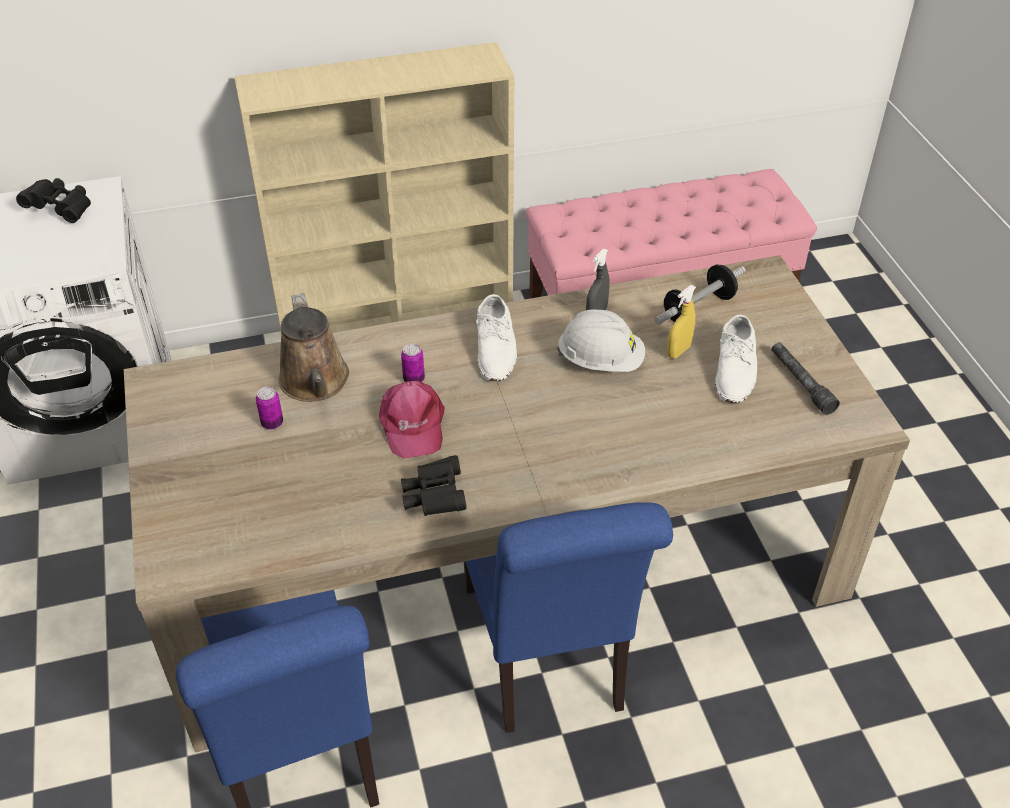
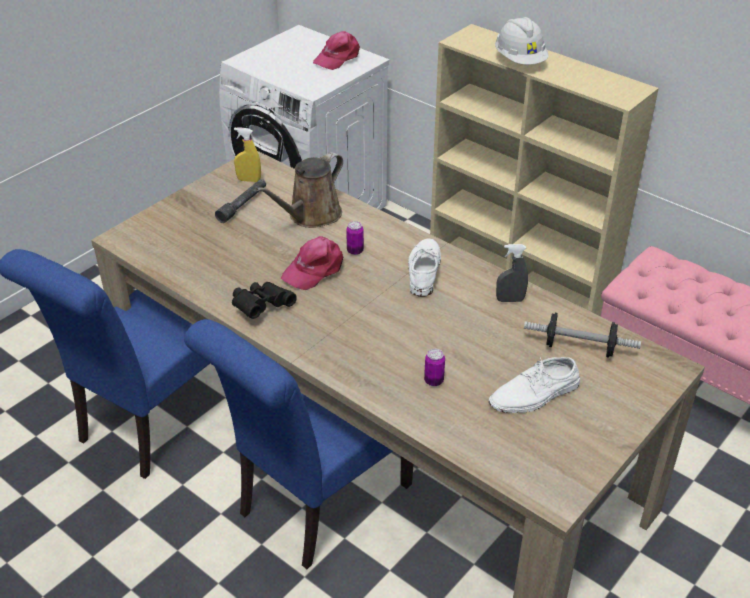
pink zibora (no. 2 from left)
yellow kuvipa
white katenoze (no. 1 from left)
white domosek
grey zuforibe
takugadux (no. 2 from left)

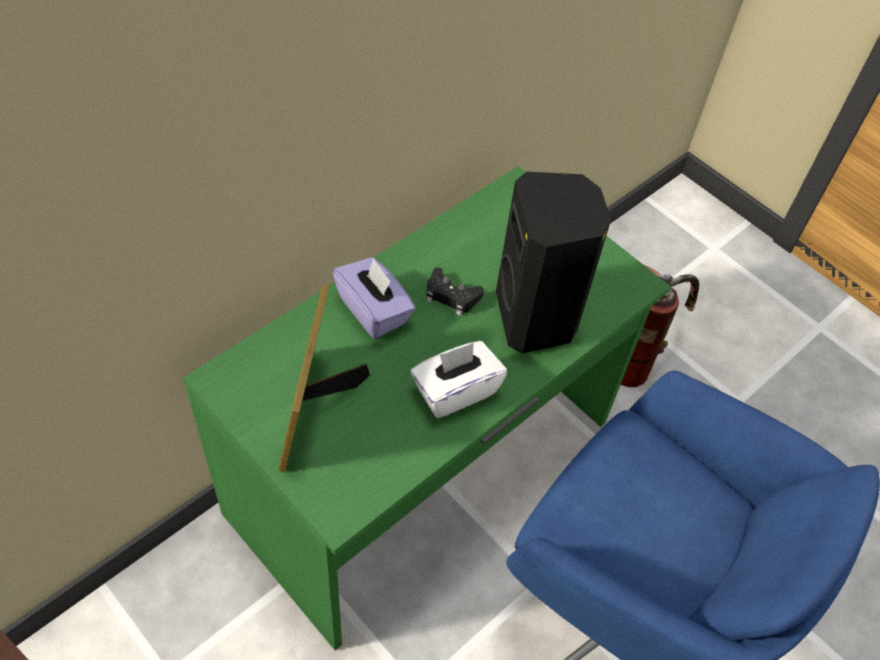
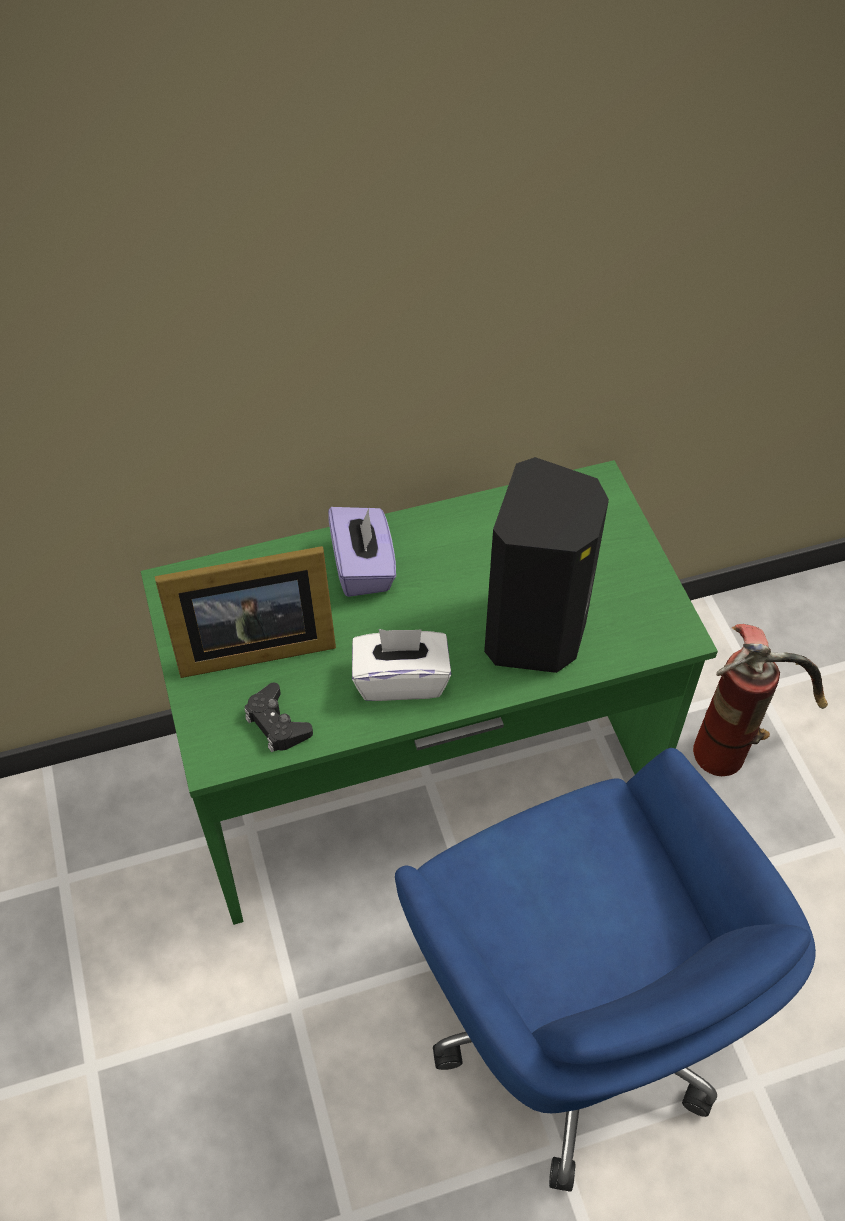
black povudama
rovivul

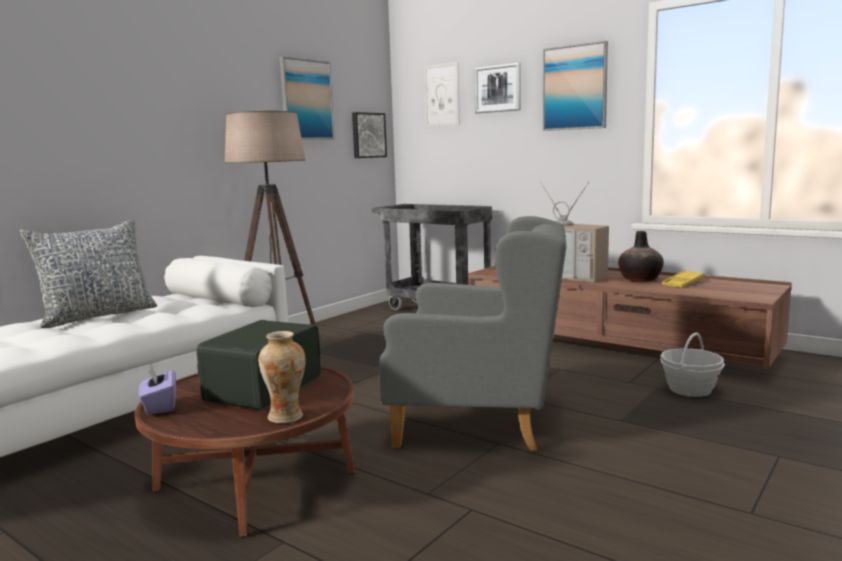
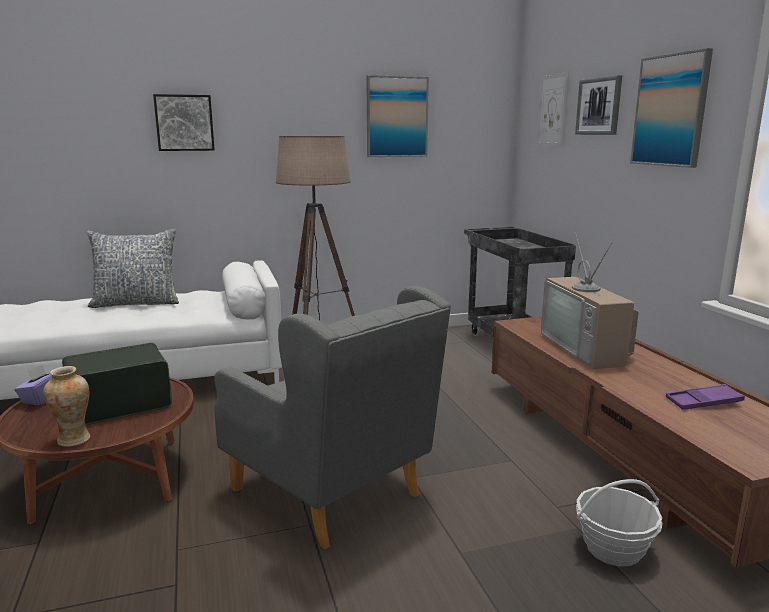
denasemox (no. 1 from left)
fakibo (no. 2 from left in the first image)
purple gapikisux

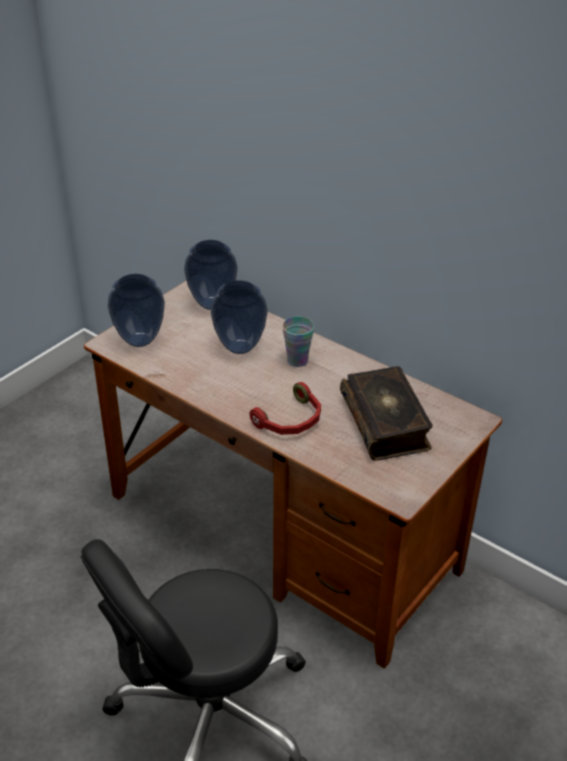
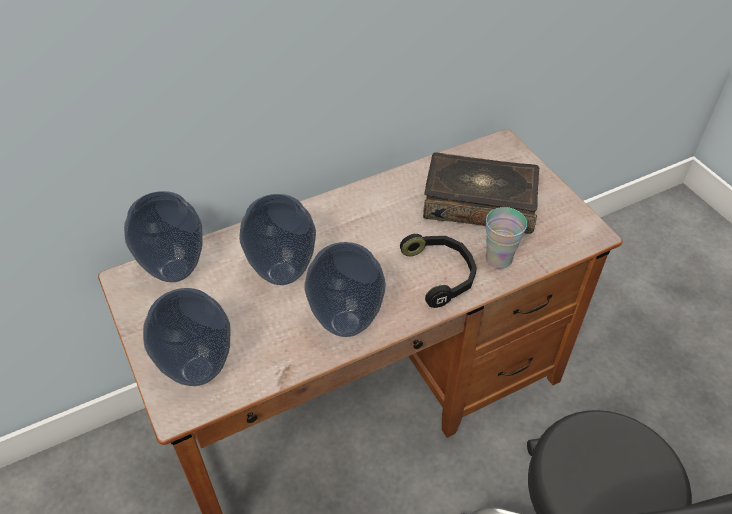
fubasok
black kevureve
fakibo (no. 4 from left)

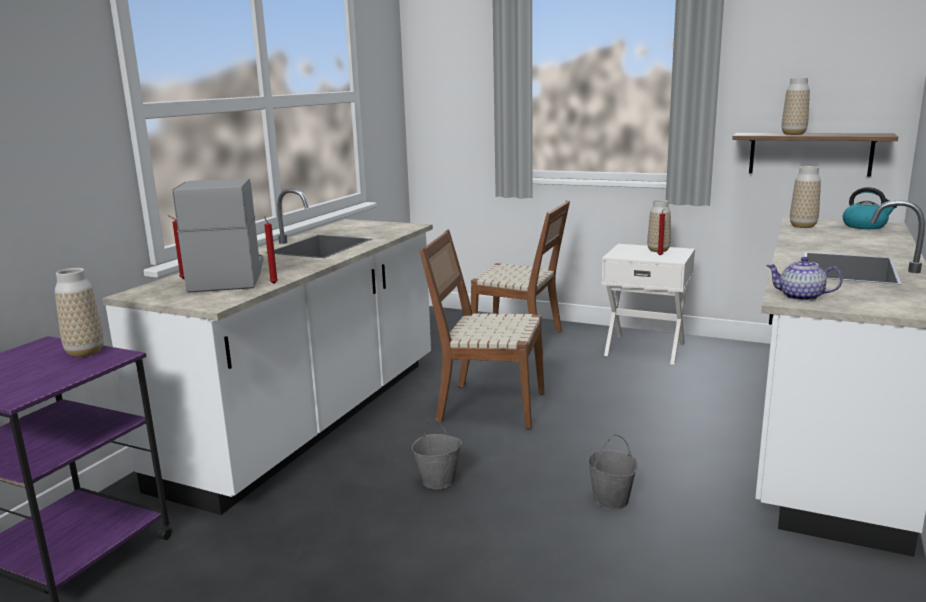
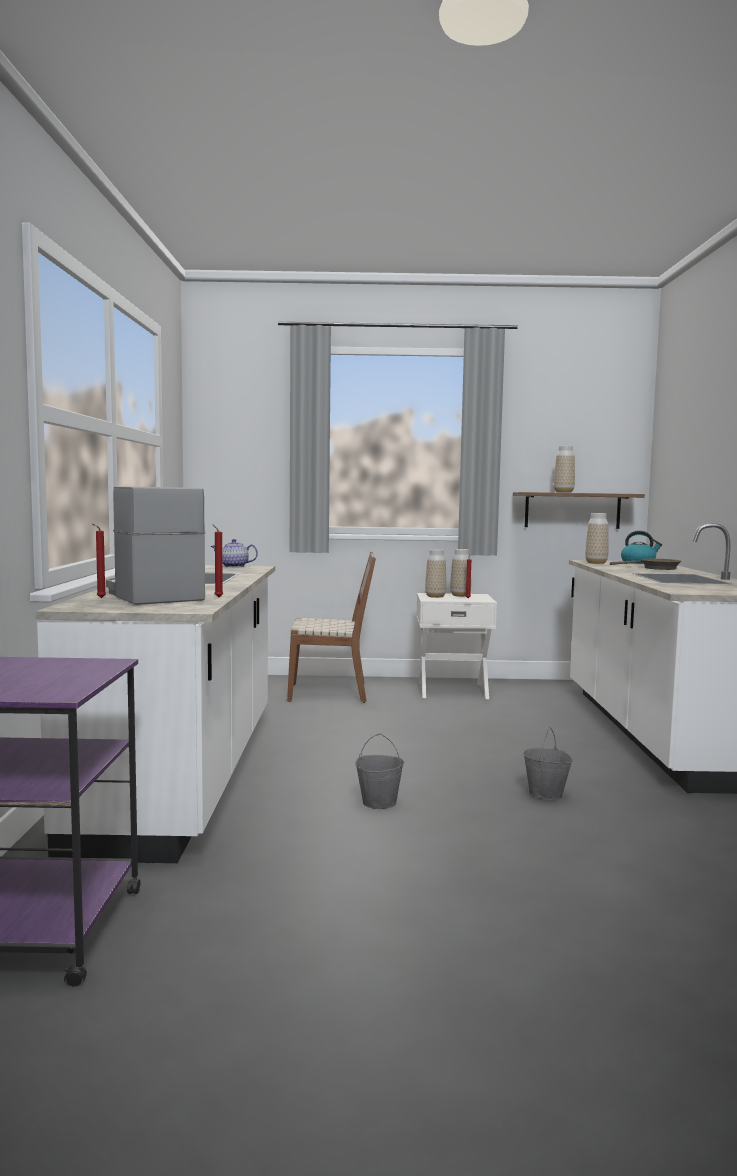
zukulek (no. 1 from left in the first image)
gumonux
fakibo (no. 1 from left)
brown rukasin

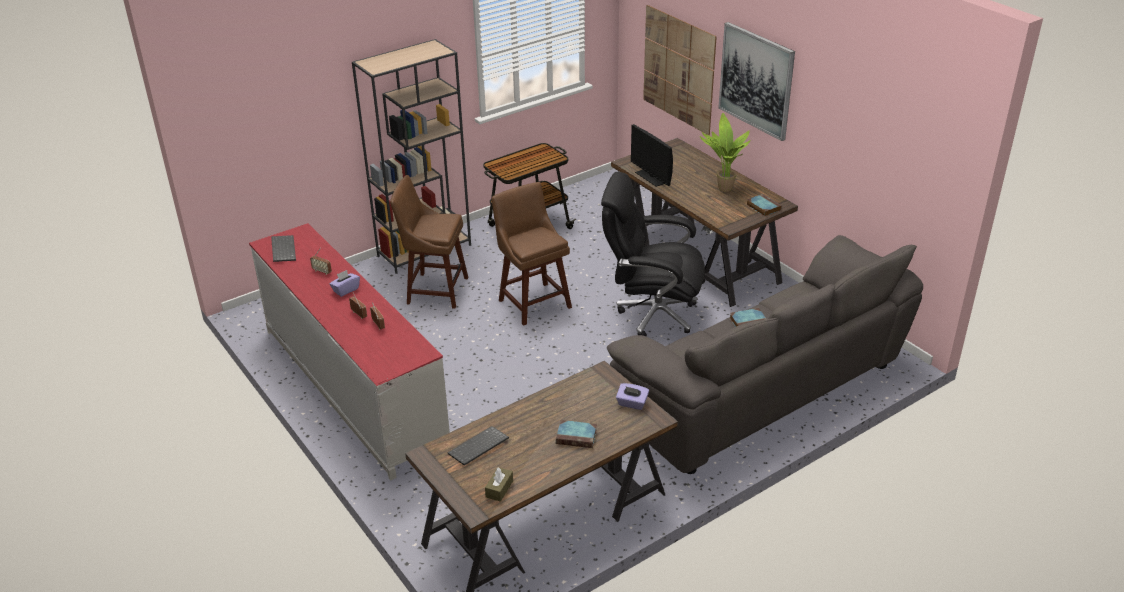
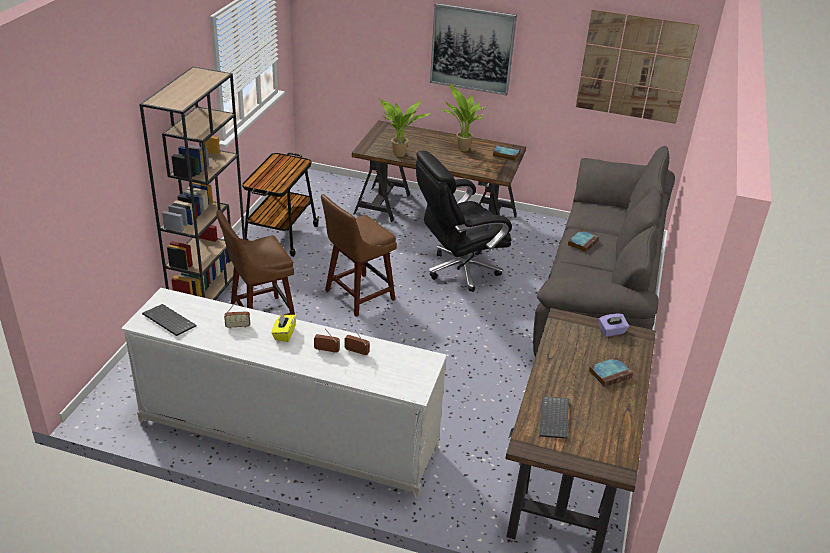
denasemox (no. 2 from left)
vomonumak (no. 1 from left)
brown zukulek (no. 2 from left)
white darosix
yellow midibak
brown midibak

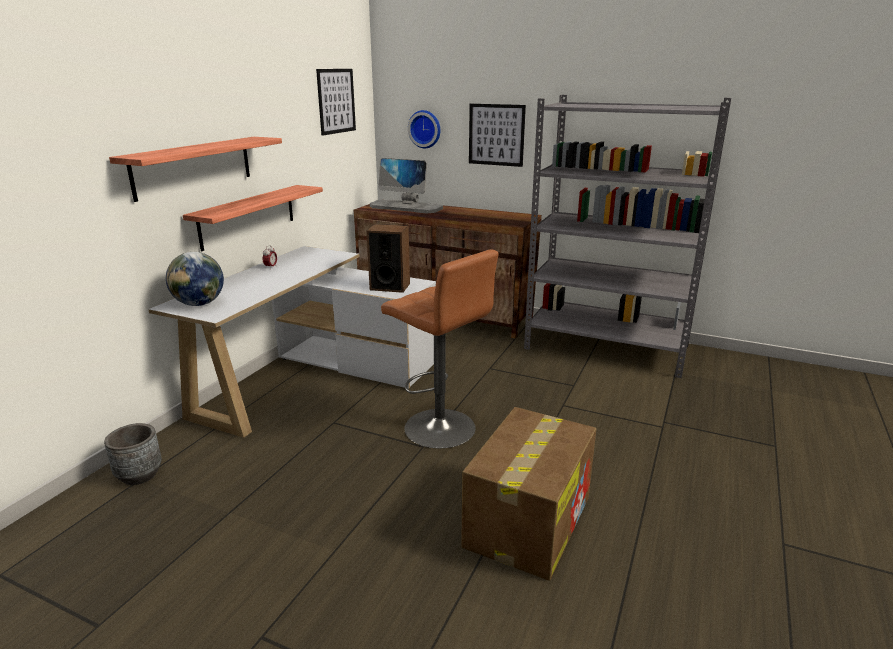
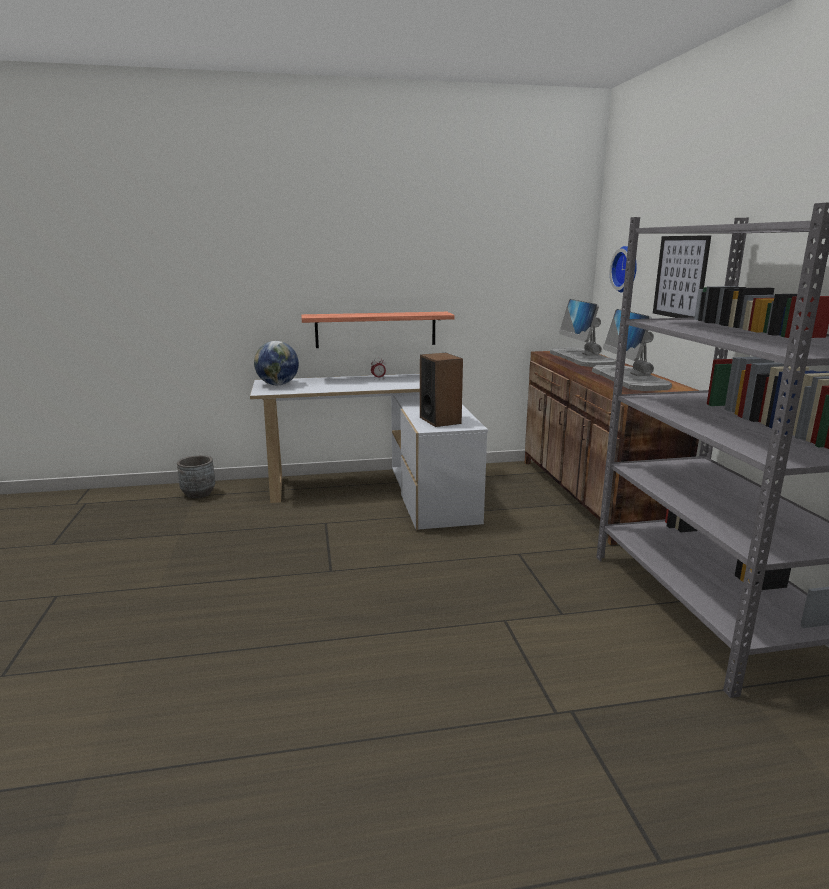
denasemox (no. 1 from left in the first image)
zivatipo (no. 1 from left in the first image)
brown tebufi
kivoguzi
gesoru (no. 2 from left)

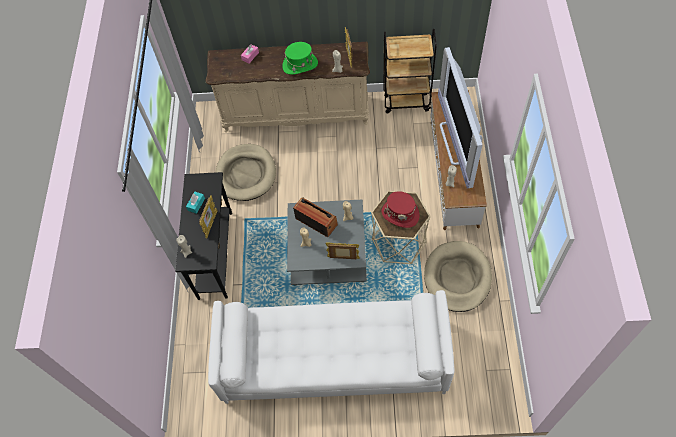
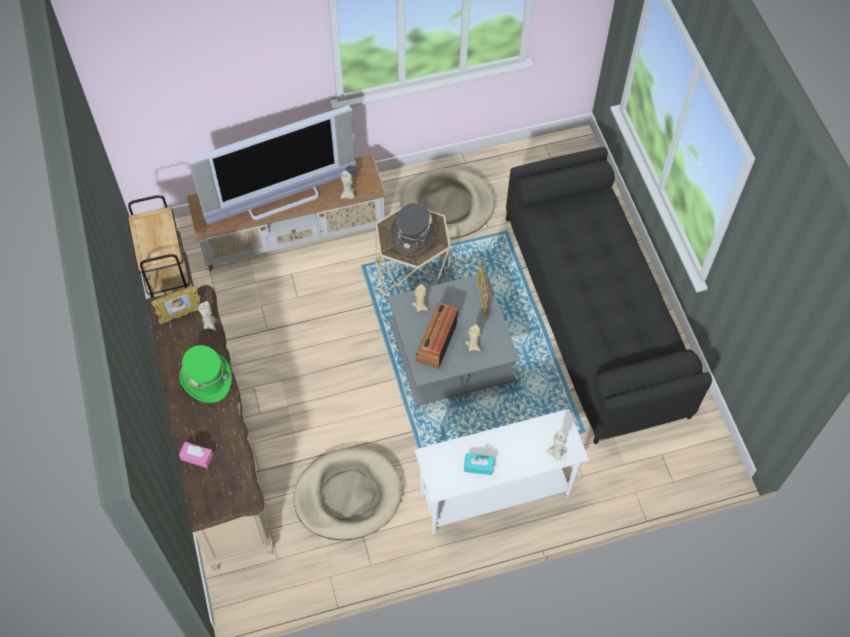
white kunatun
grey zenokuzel
rovivul (no. 1 from left in the first image)
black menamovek

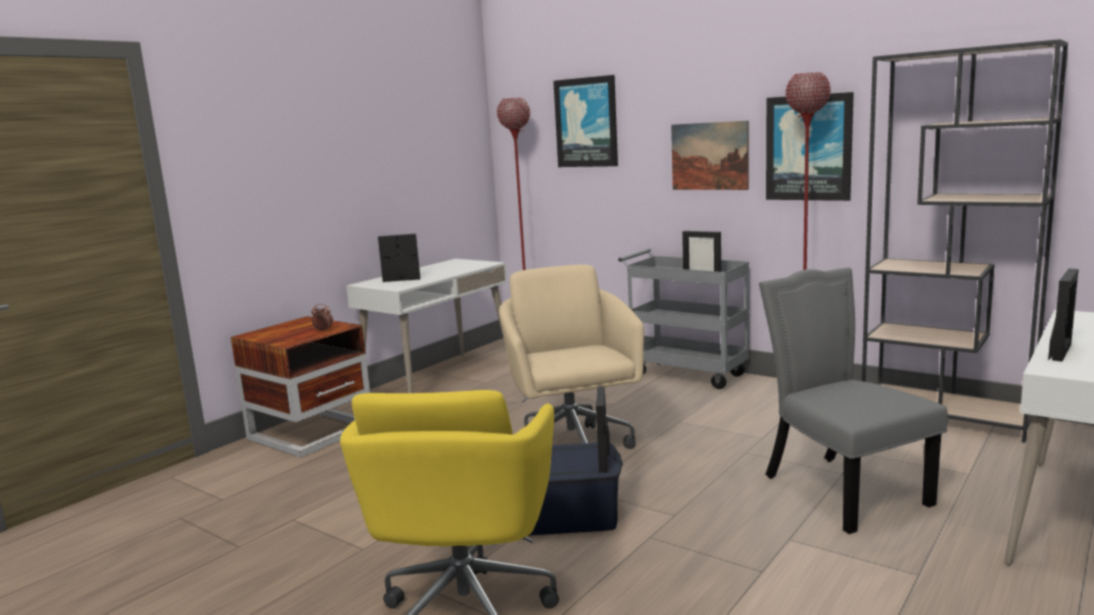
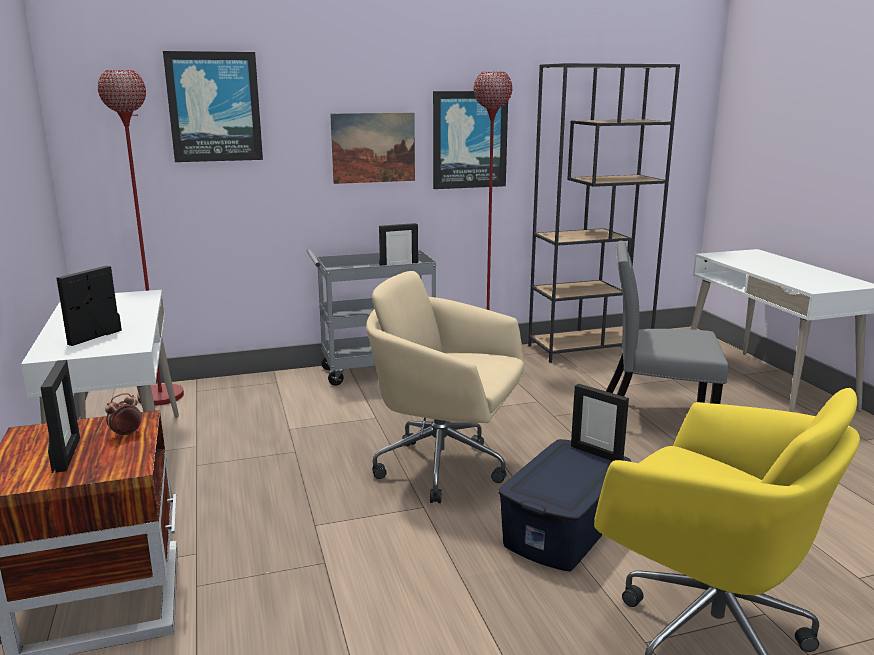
rovivul (no. 1 from left)

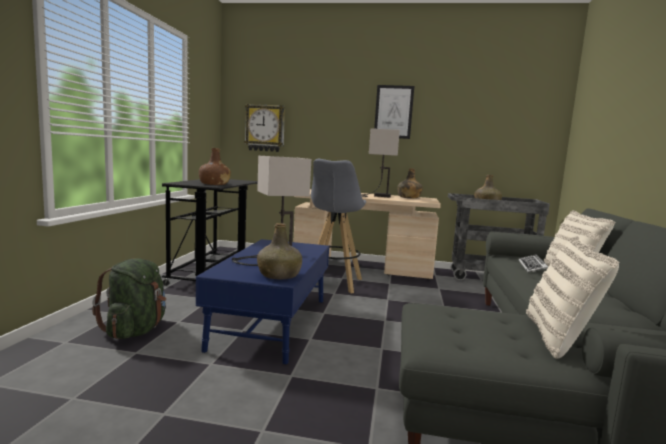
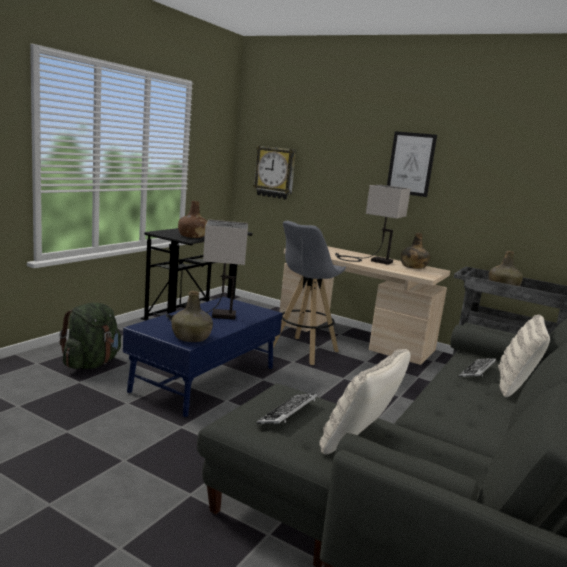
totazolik (no. 1 from left)

